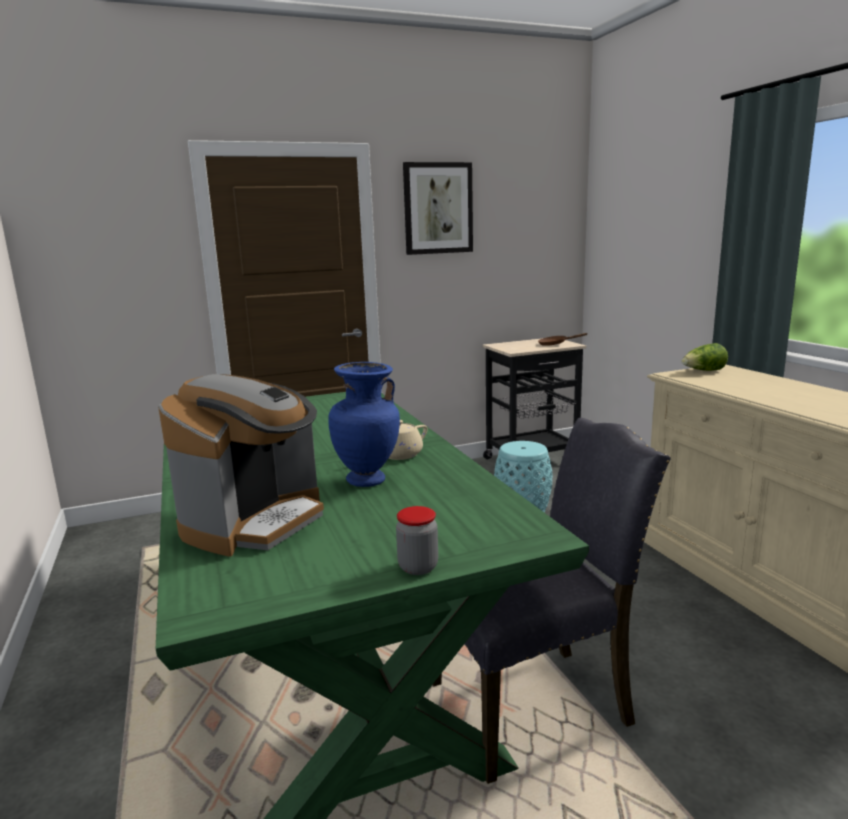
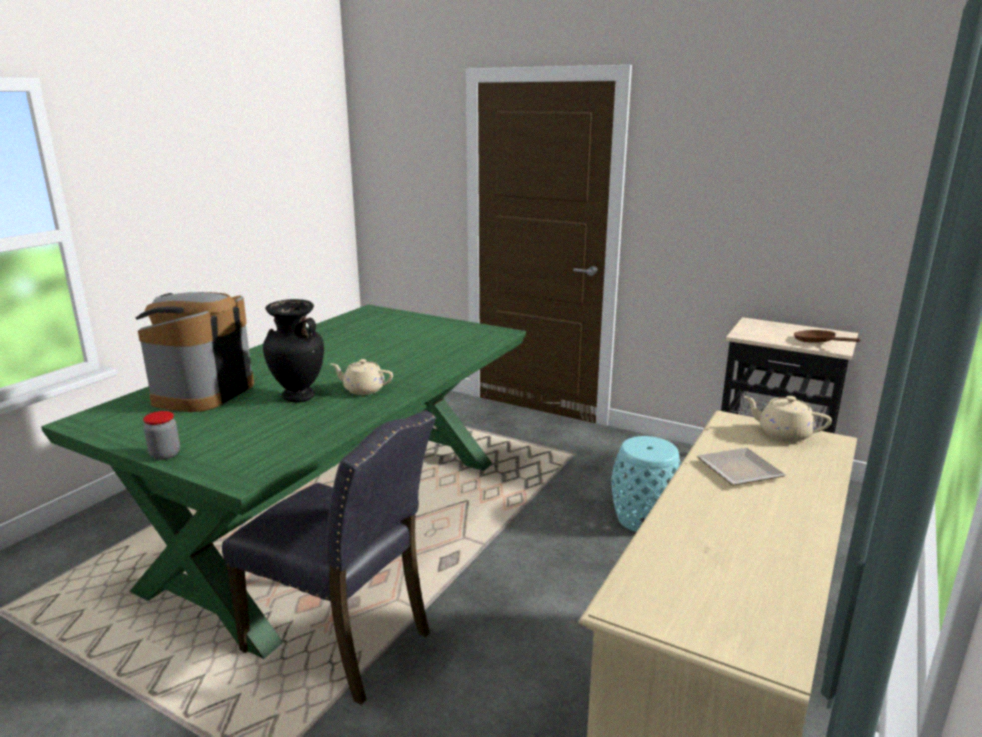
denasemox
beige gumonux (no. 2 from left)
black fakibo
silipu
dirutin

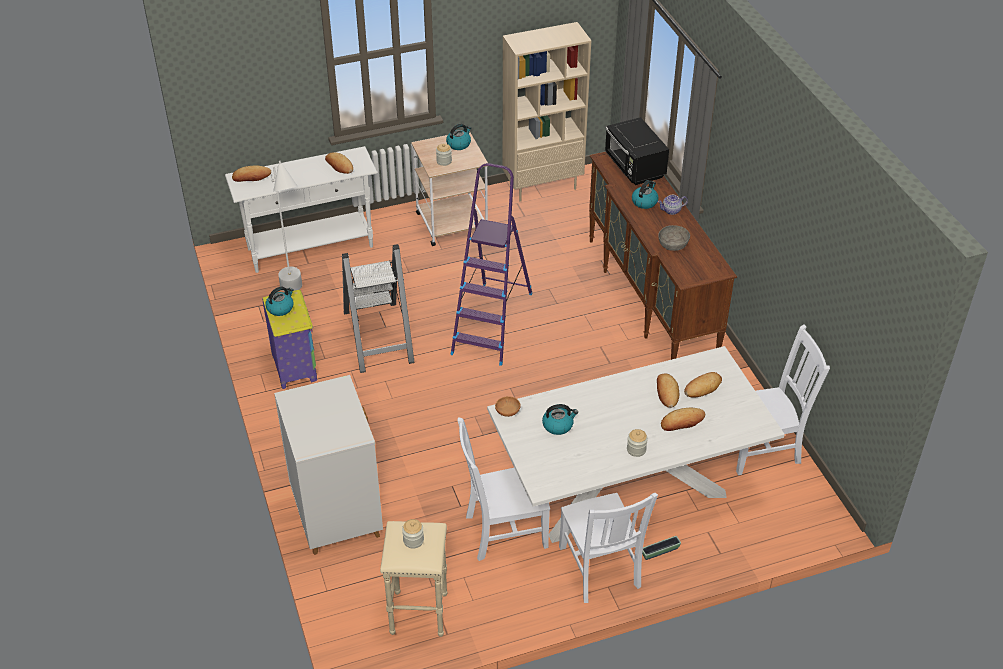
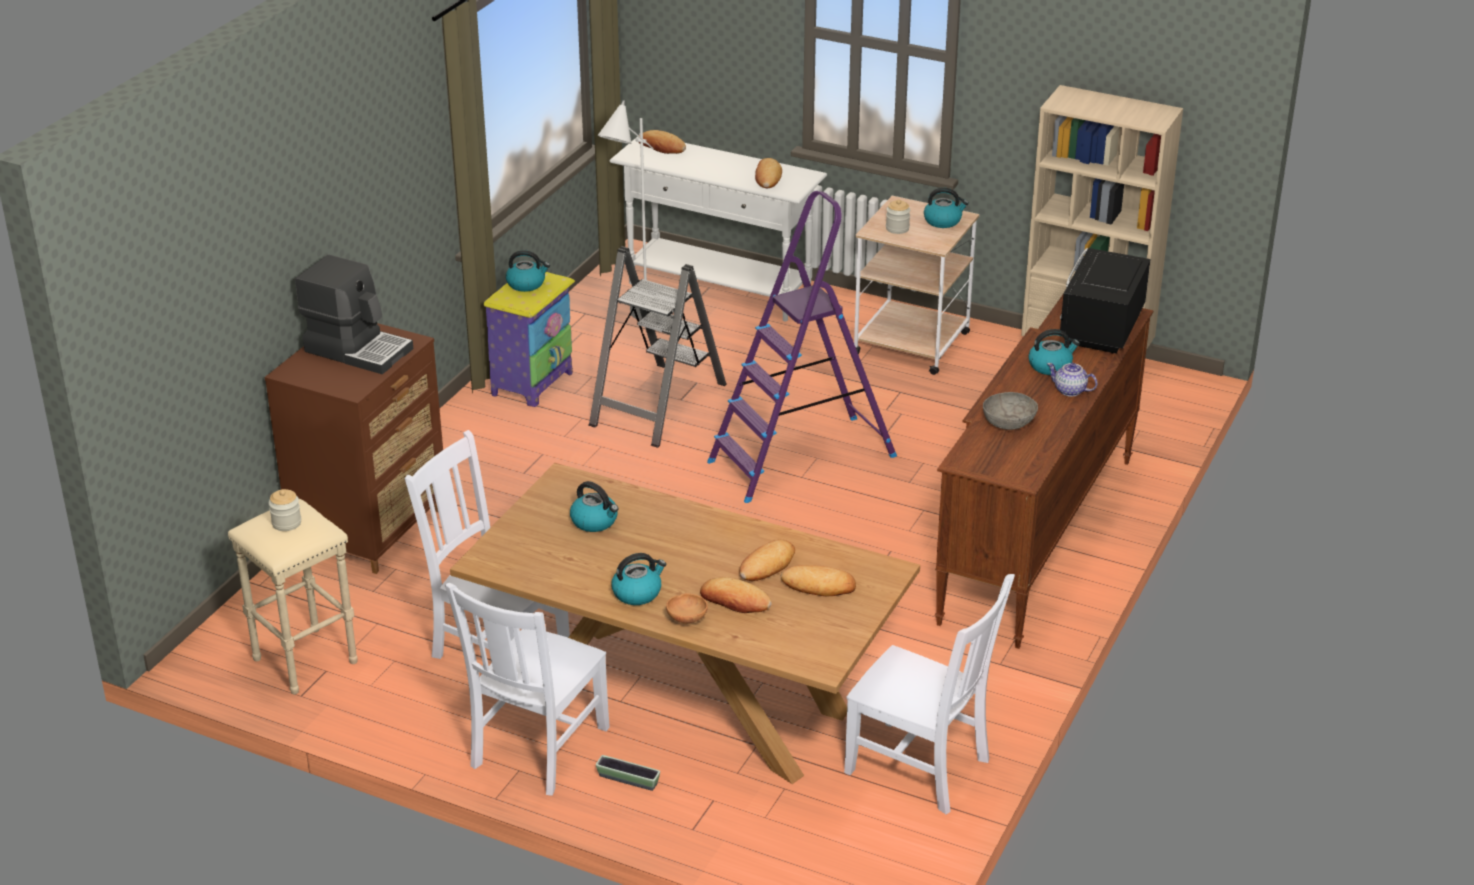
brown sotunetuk
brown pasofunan
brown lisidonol
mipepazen (no. 3 from left)
silipu

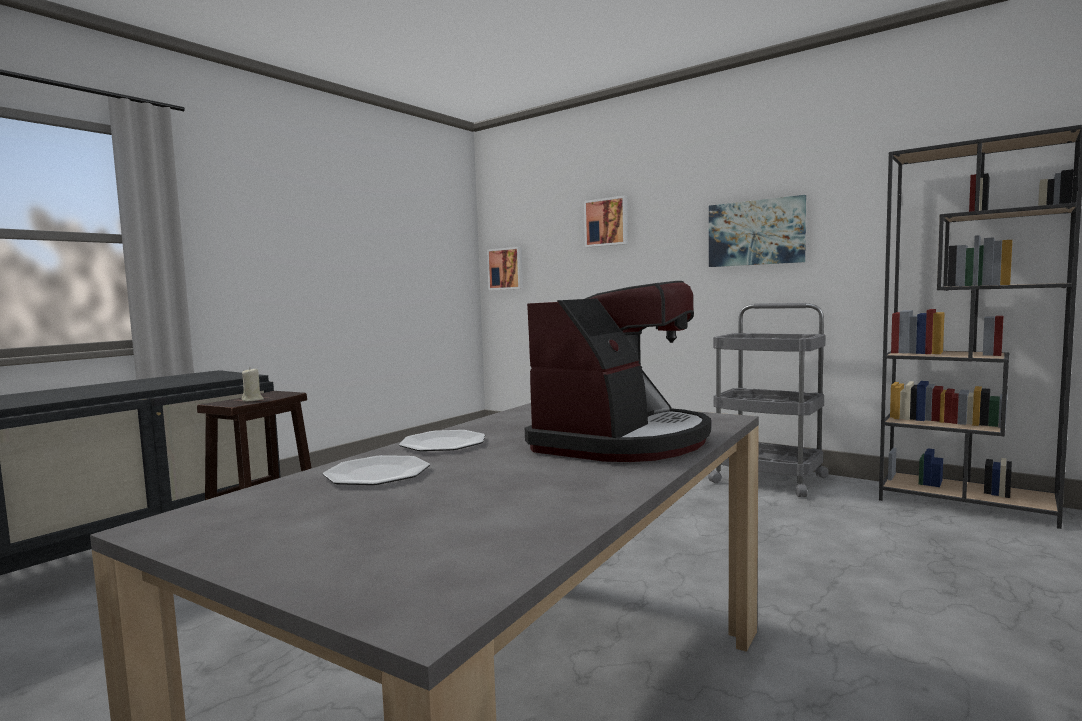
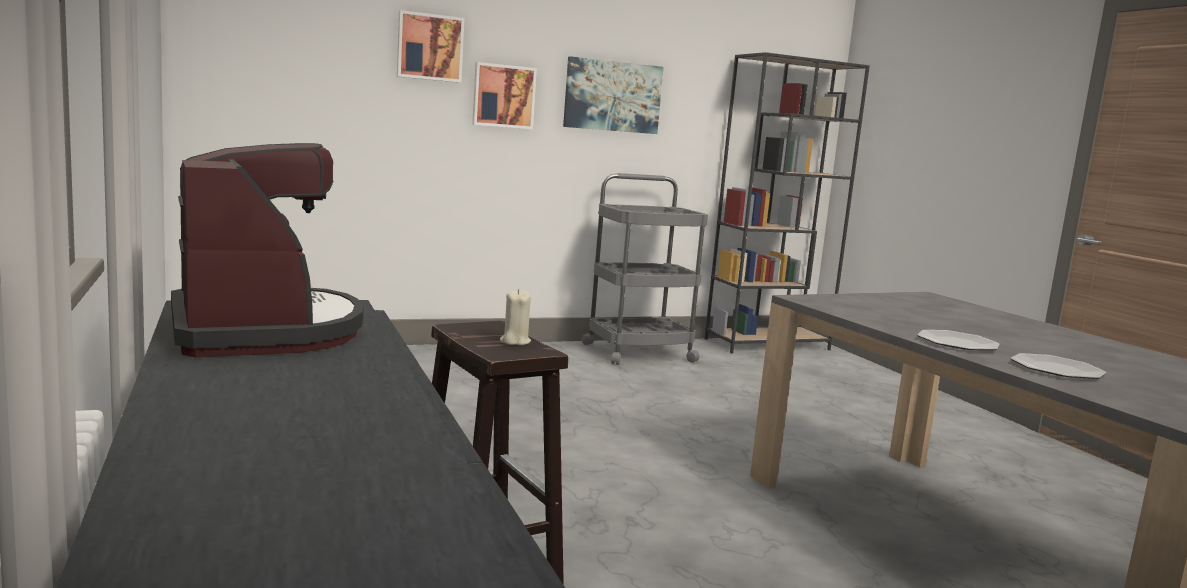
denasemox (no. 2 from left)
silipu

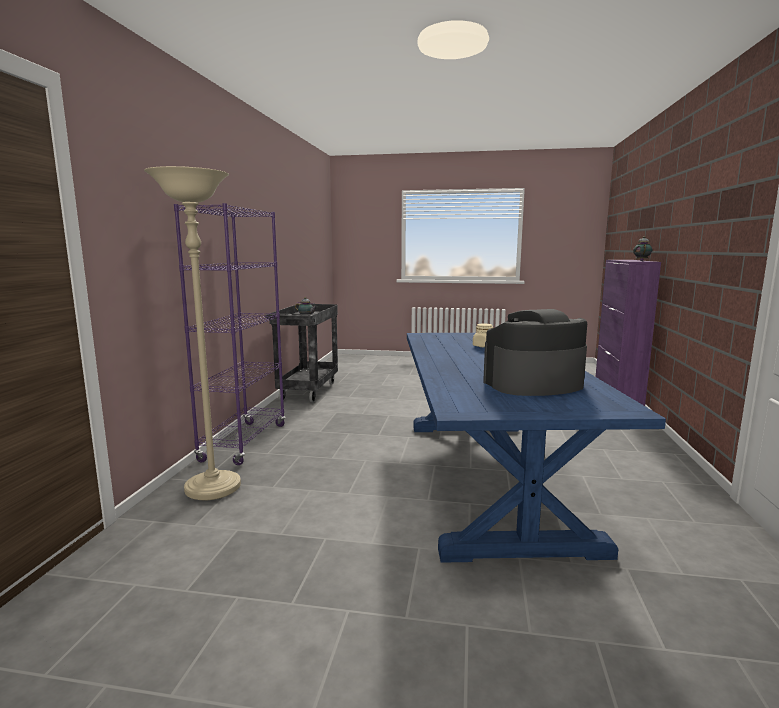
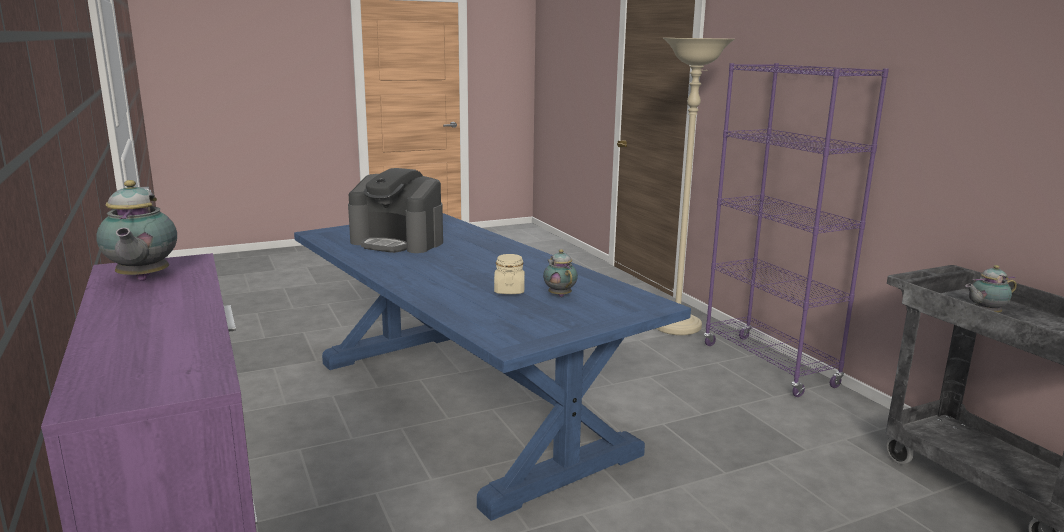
silipu
gumonux (no. 2 from left)

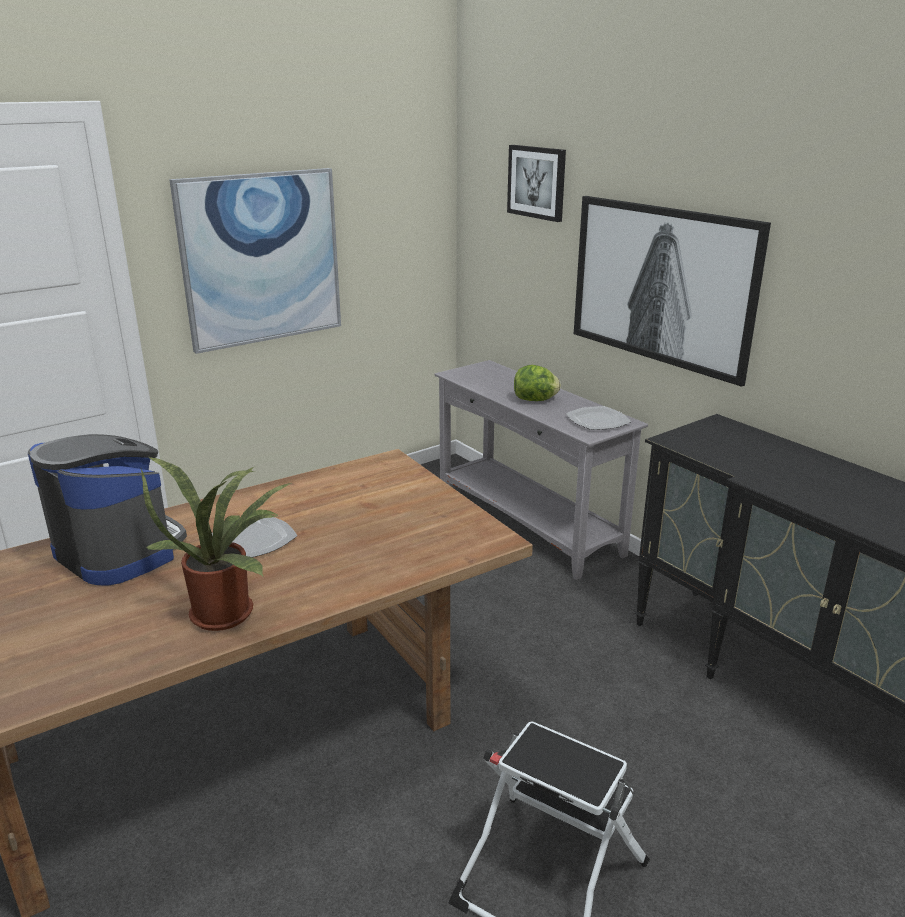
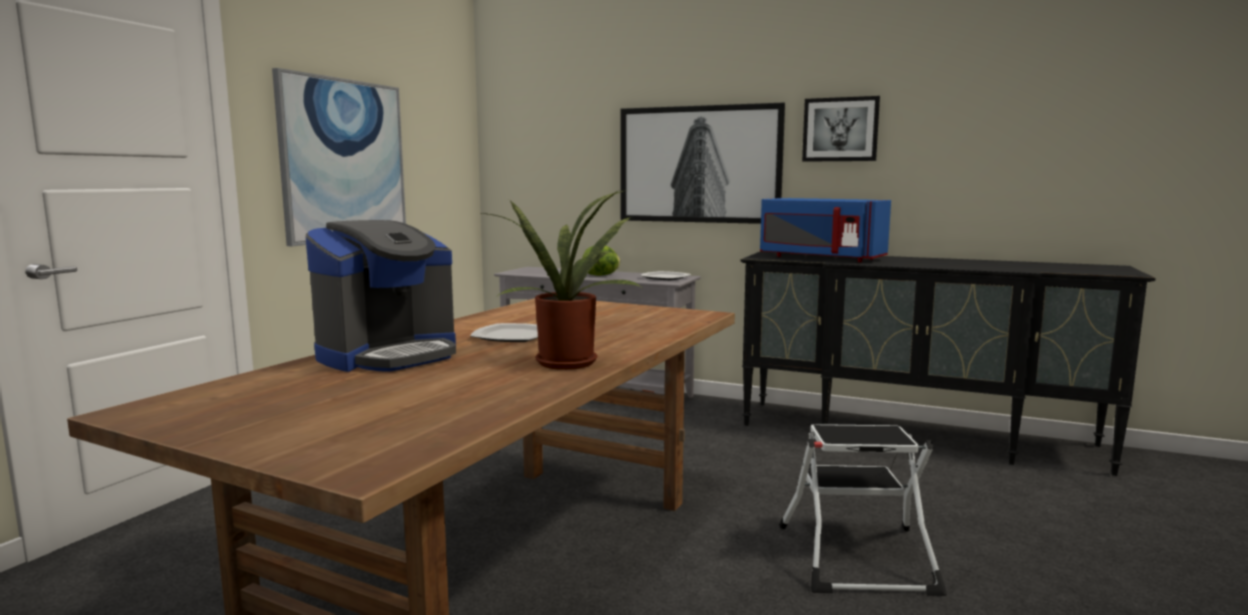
denasemox (no. 3 from left)
silipu
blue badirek

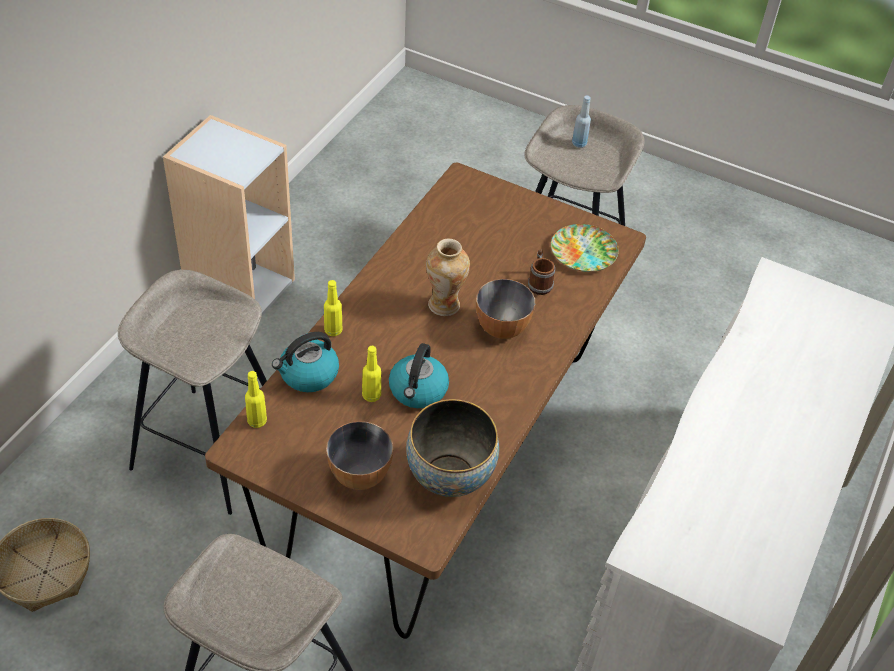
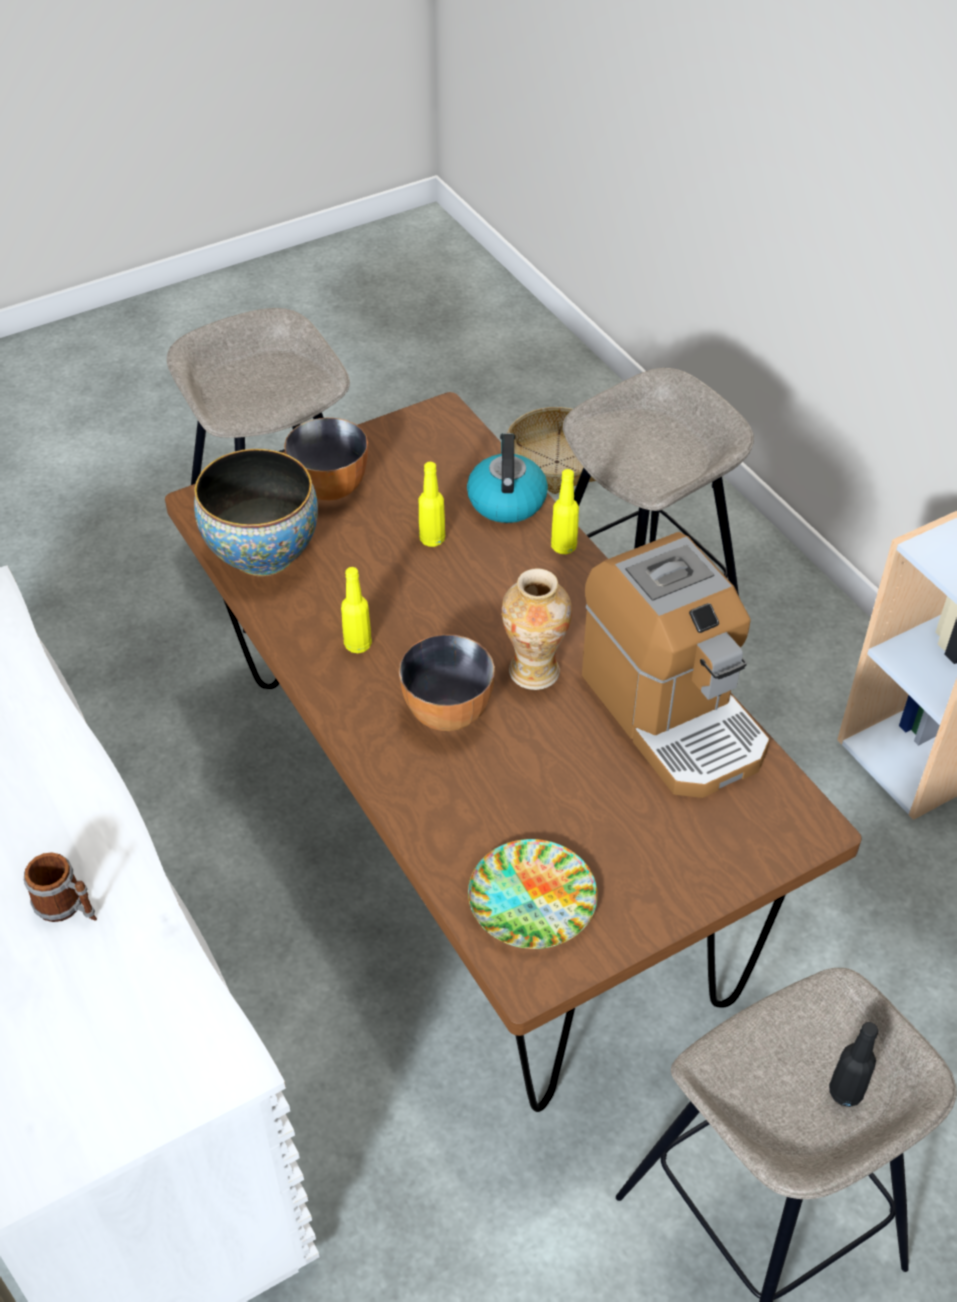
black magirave
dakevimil
mipepazen (no. 2 from left in the first image)
yellow magirave (no. 1 from left)
silipu

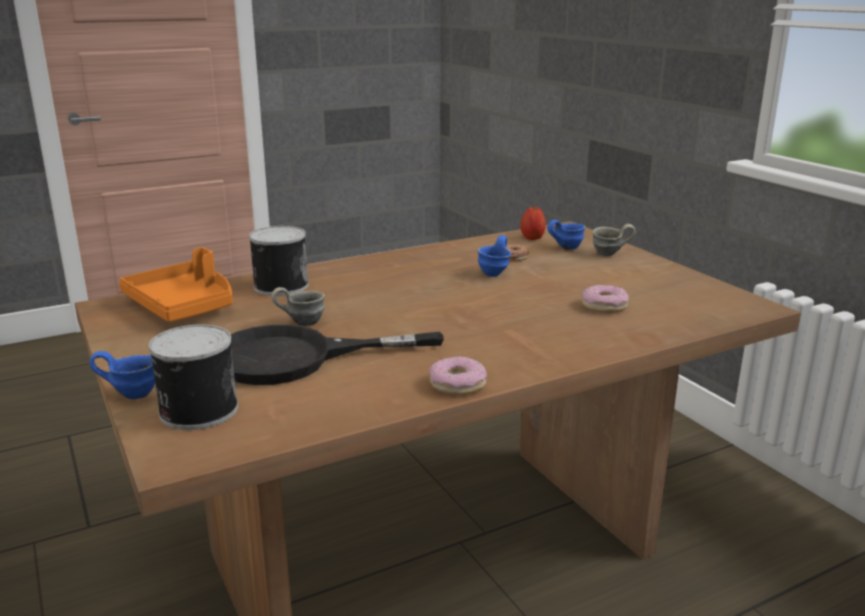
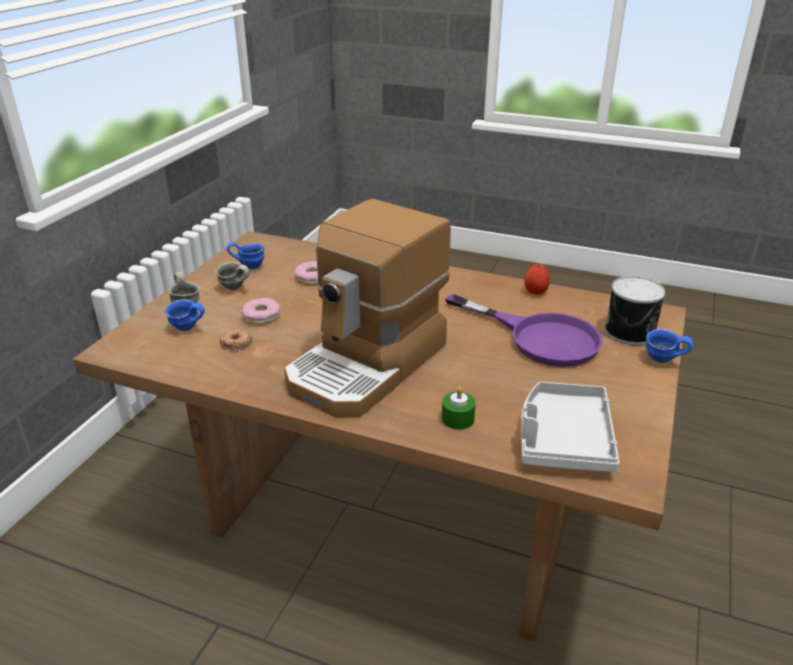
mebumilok
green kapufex
blue dakevimil (no. 2 from left)
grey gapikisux
grey dakevimil (no. 2 from left)
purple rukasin
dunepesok (no. 2 from left)
silipu

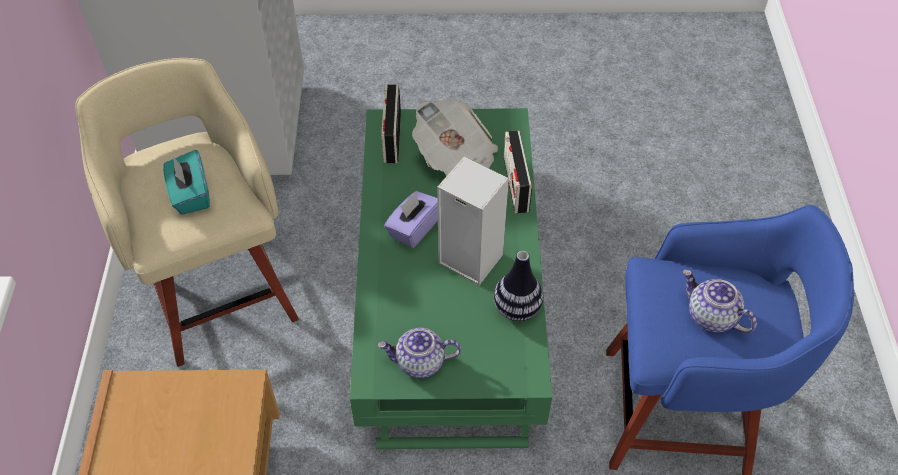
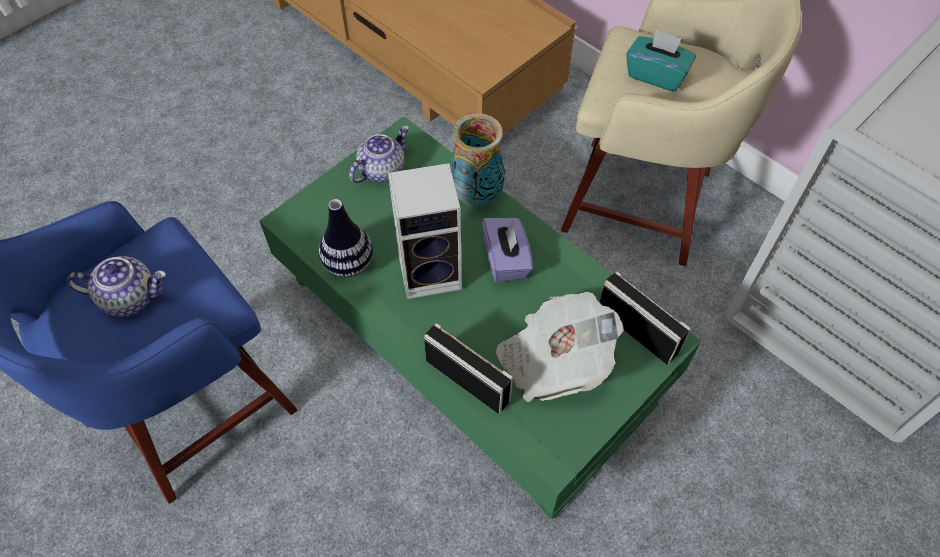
fakibo (no. 2 from left)

